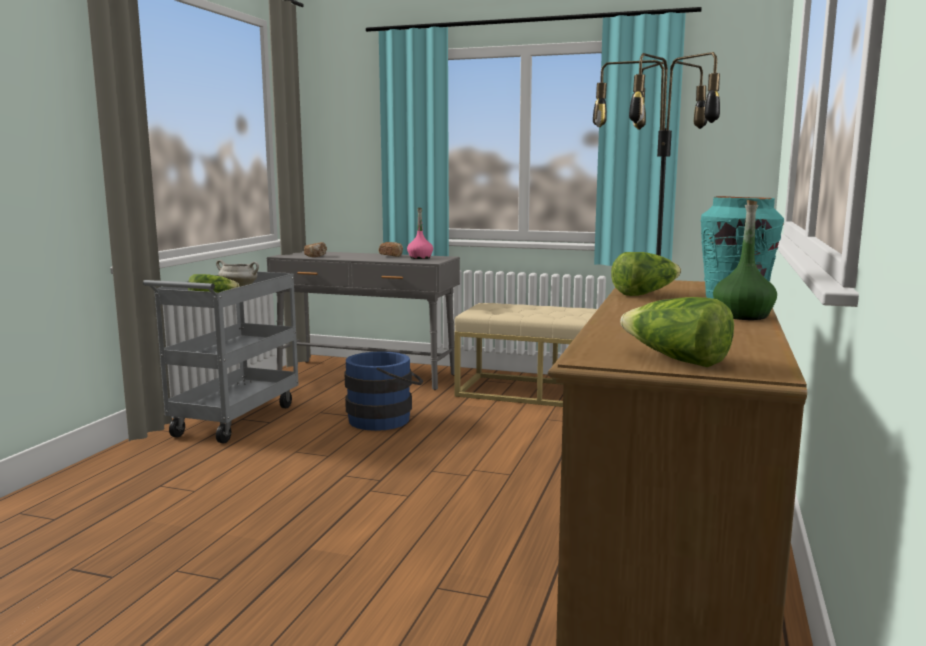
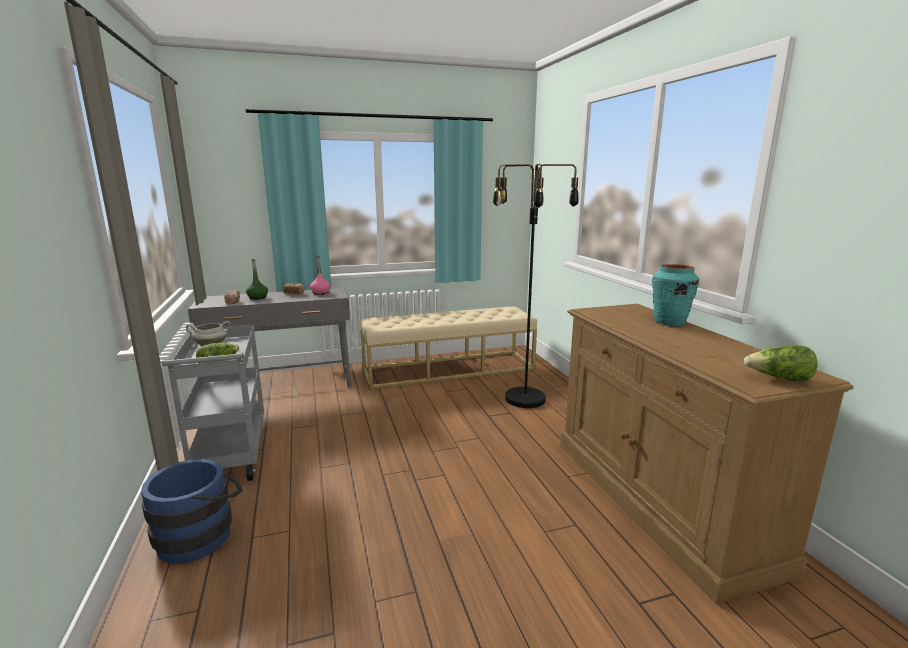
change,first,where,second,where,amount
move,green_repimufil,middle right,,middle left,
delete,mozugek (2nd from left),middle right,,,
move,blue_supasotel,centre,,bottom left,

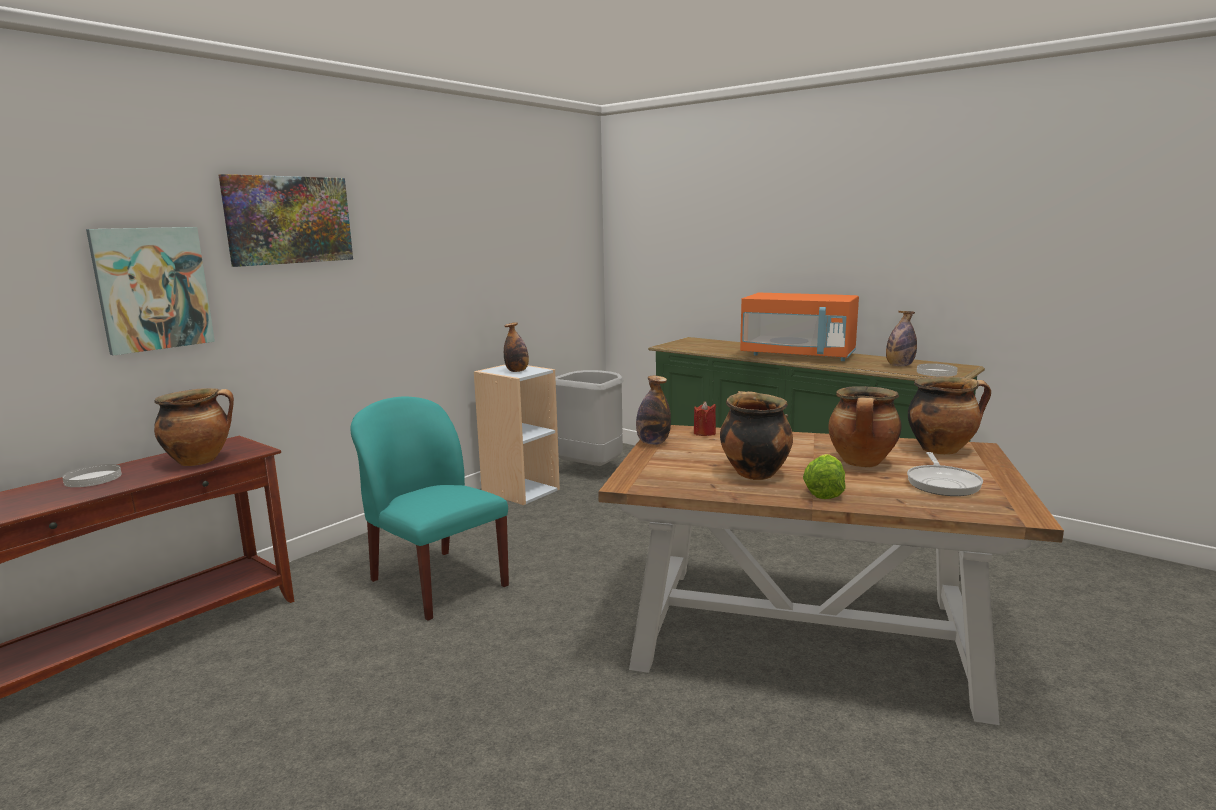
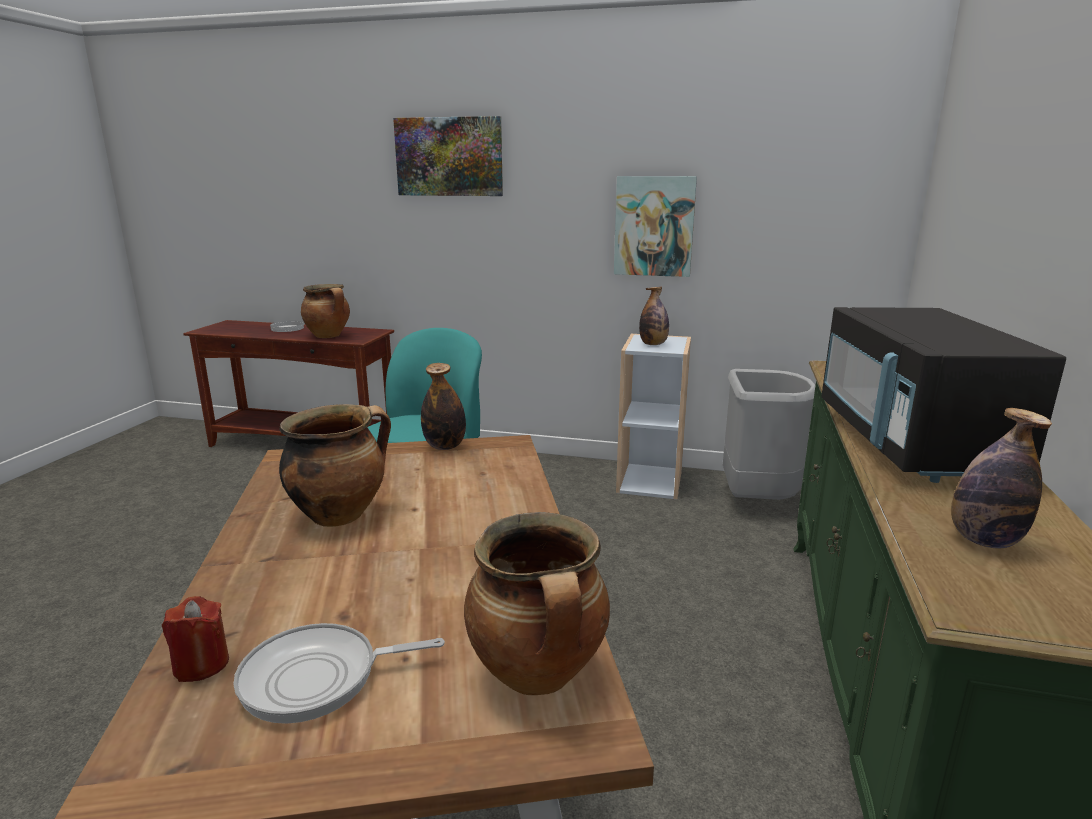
change,first,where,second,where,amount
move,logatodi (1st from left in the first image),middle left,logatodi (2nd from left),top centre,
recolor,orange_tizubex,centre,black_tizubex,middle right,
delete,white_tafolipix (2nd from left),middle right,,,
delete,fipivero (3rd from left),middle right,,,
move,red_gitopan,centre,,bottom left,
delete,mozugek,middle right,,,

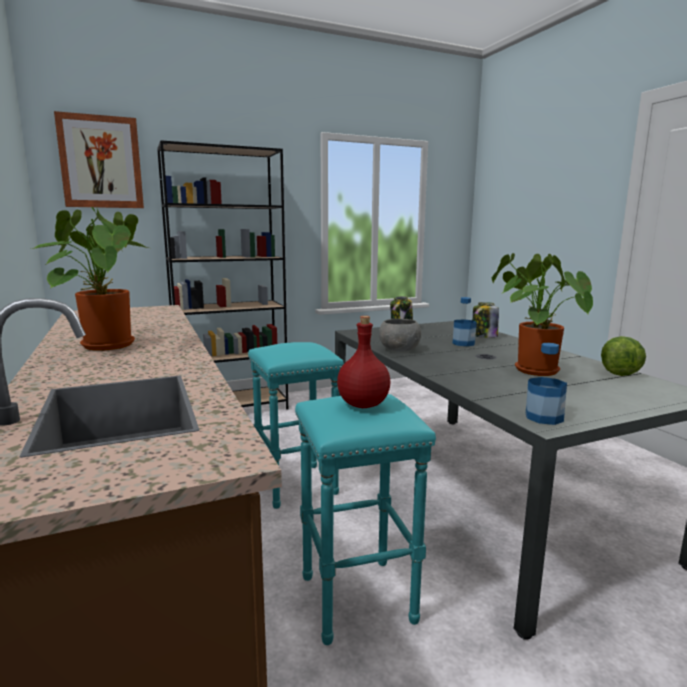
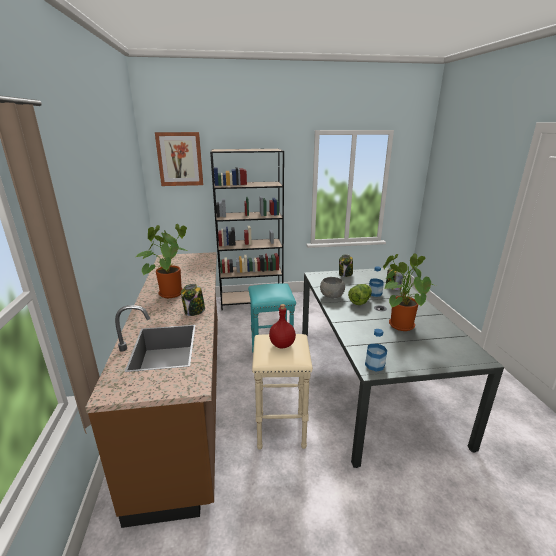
change,first,where,second,where,amount
move,mozugek,middle right,,centre,
recolor,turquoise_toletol (2nd from left),bottom centre,beige_toletol,bottom centre,
insert,,,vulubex (1st from left),centre,

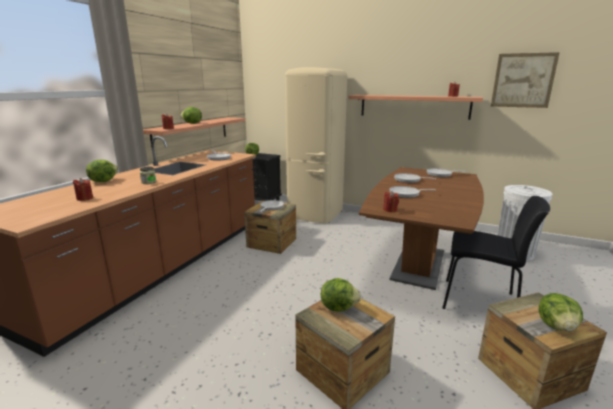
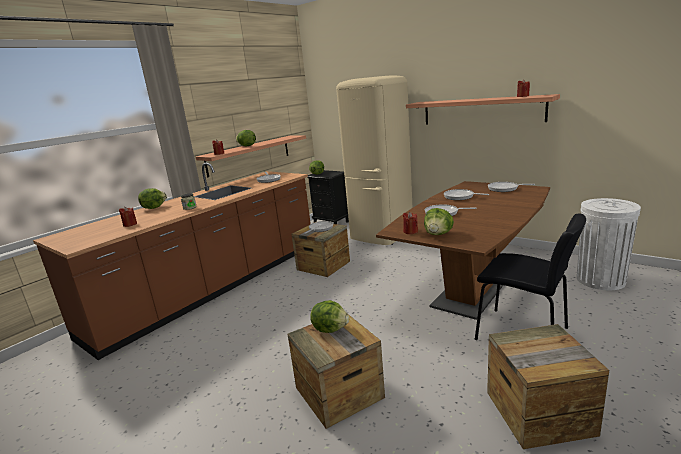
change,first,where,second,where,amount
delete,logatodi,top right,,,
move,mozugek (5th from left),bottom right,,centre,

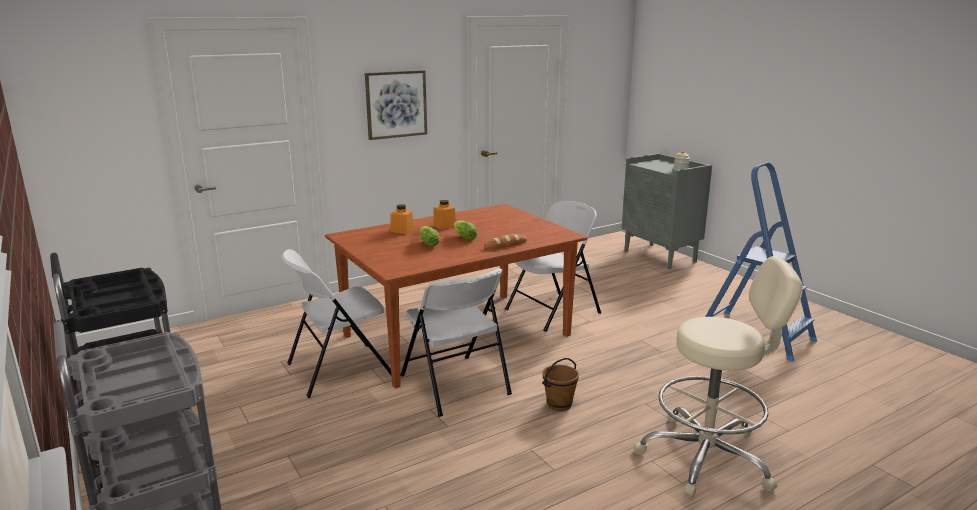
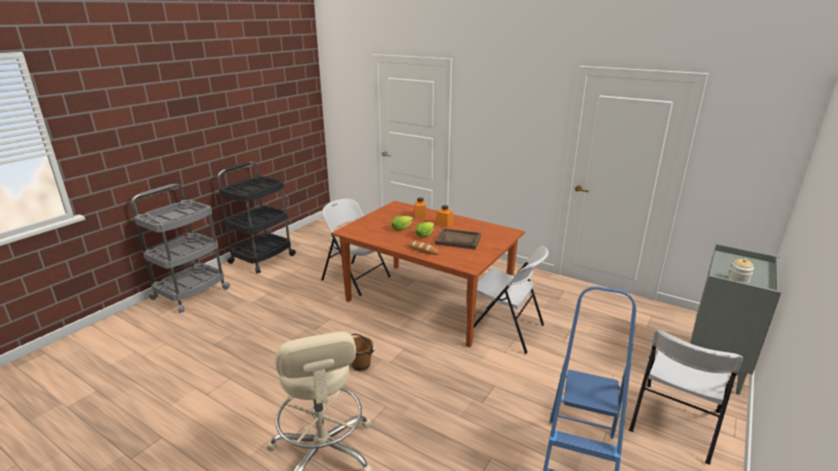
change,first,where,second,where,amount
delete,logatodi,top centre,,,
move,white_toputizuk (2nd from left in the first image),bottom centre,white_toputizuk (3rd from left),bottom right,
insert,,,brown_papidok,centre,

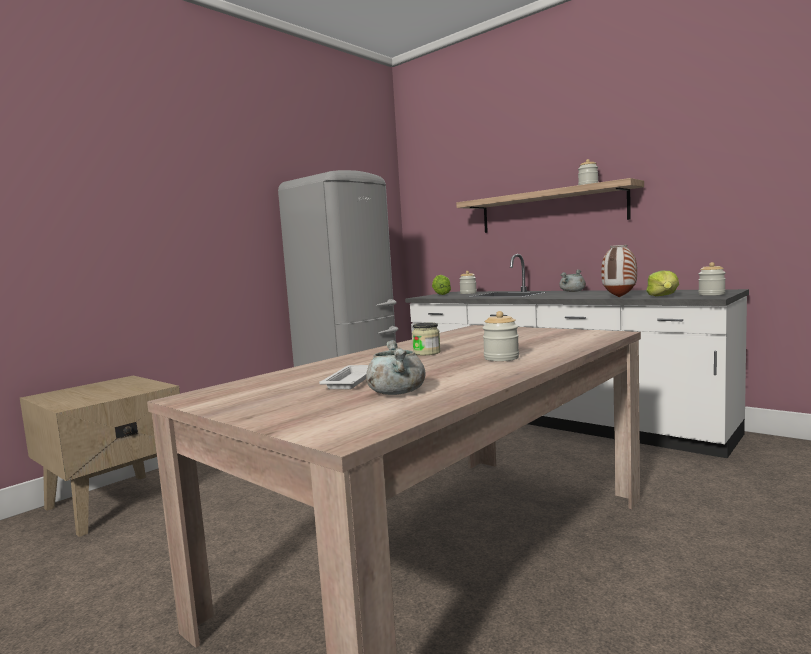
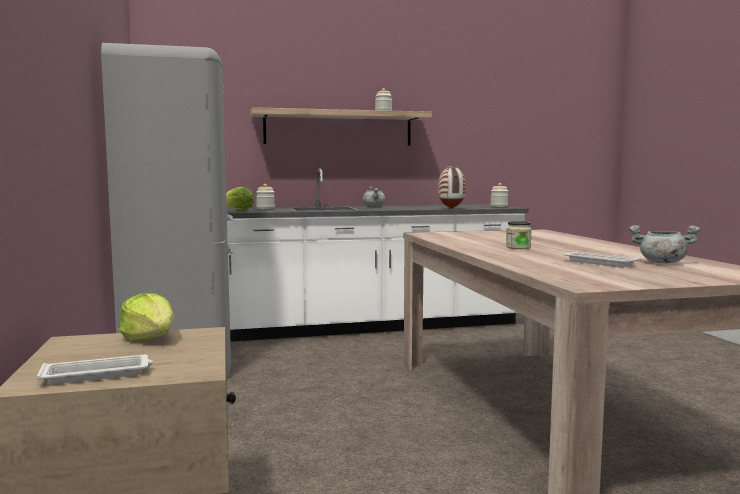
change,first,where,second,where,amount
move,mozugek (2nd from left in the first image),middle right,mozugek (1st from left),middle left,
delete,vulubex (3rd from left),centre,,,
insert,,,white_papidok (1st from left),bottom left,

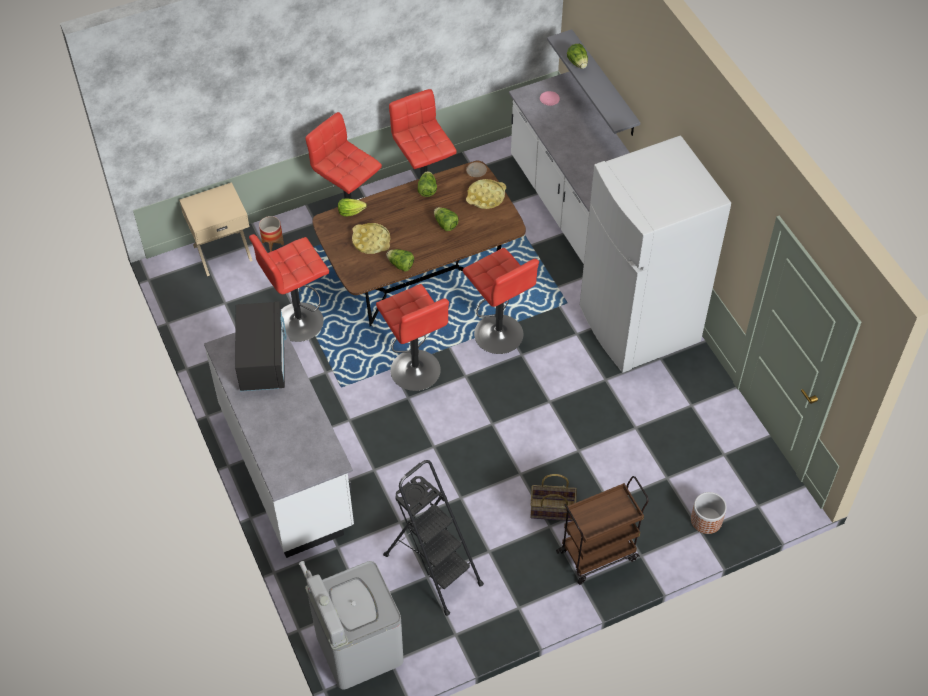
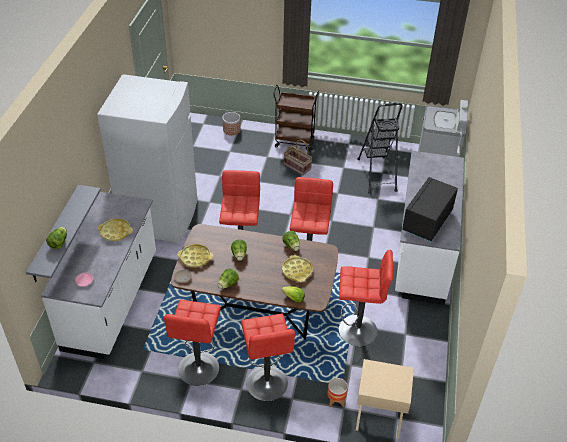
change,first,where,second,where,amount
insert,,,yellow_papidok (1st from left),middle left,

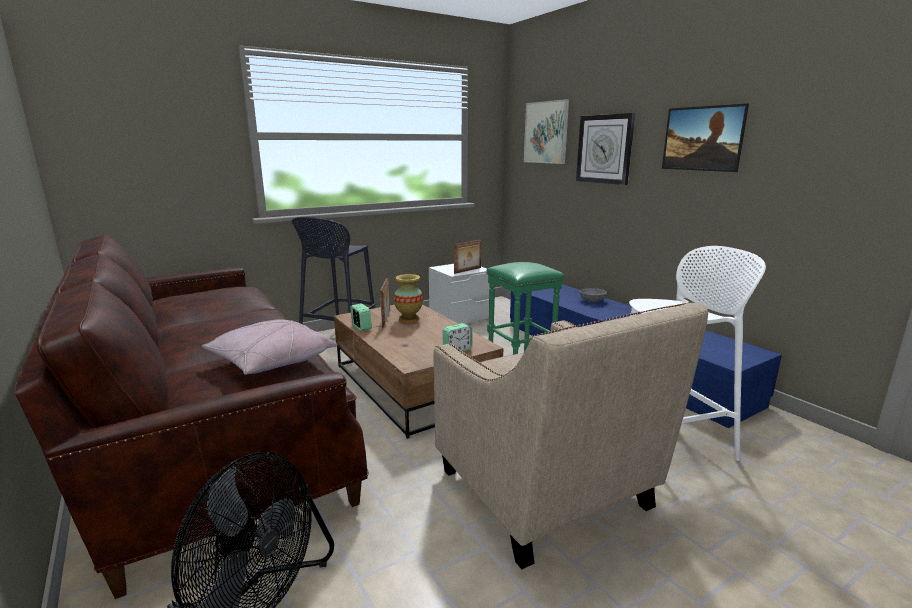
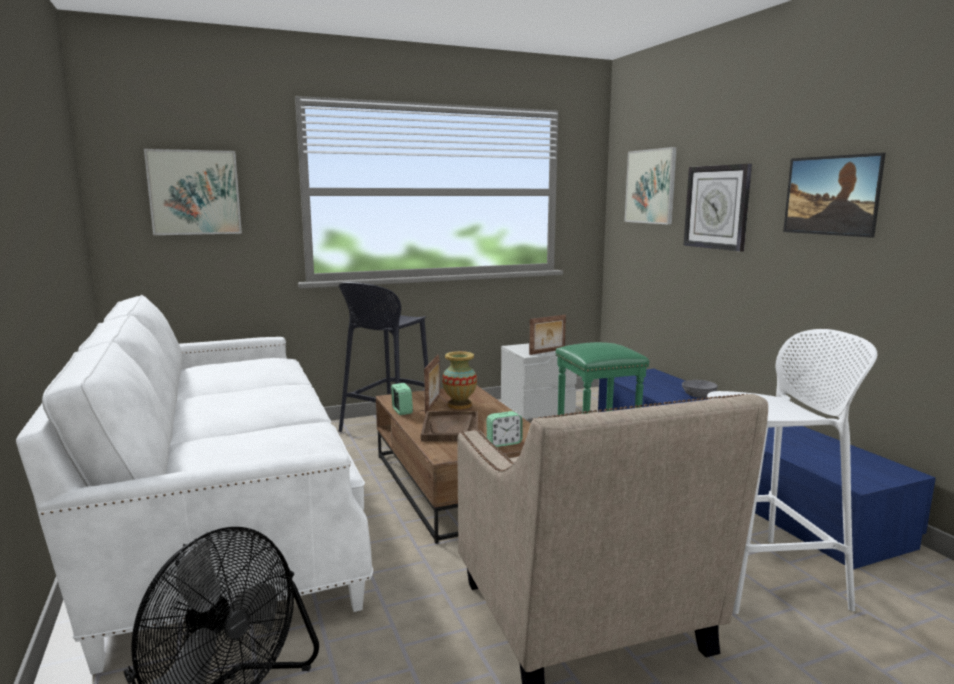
change,first,where,second,where,amount
recolor,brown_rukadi,bottom left,white_rukadi,bottom left,
delete,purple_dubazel,middle left,,,
insert,,,logatodi (1st from left),top left,
insert,,,brown_papidok,centre,

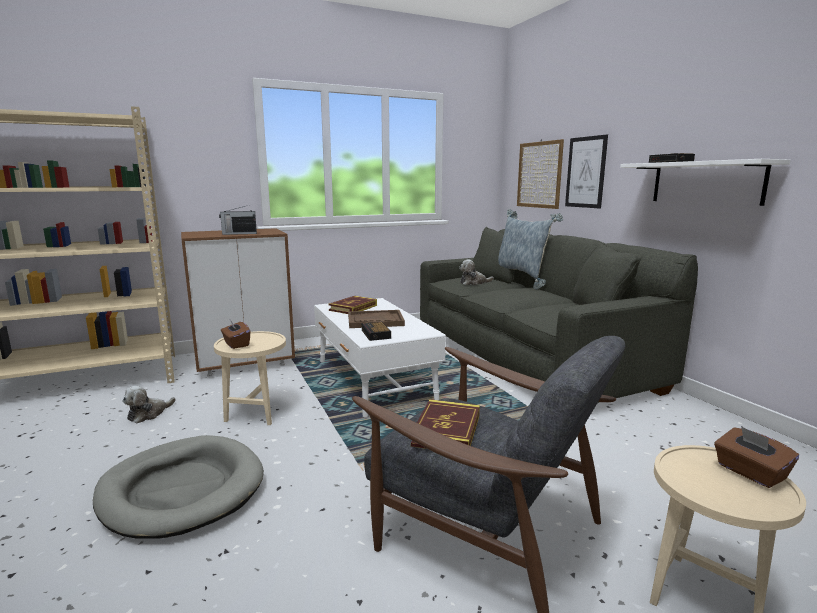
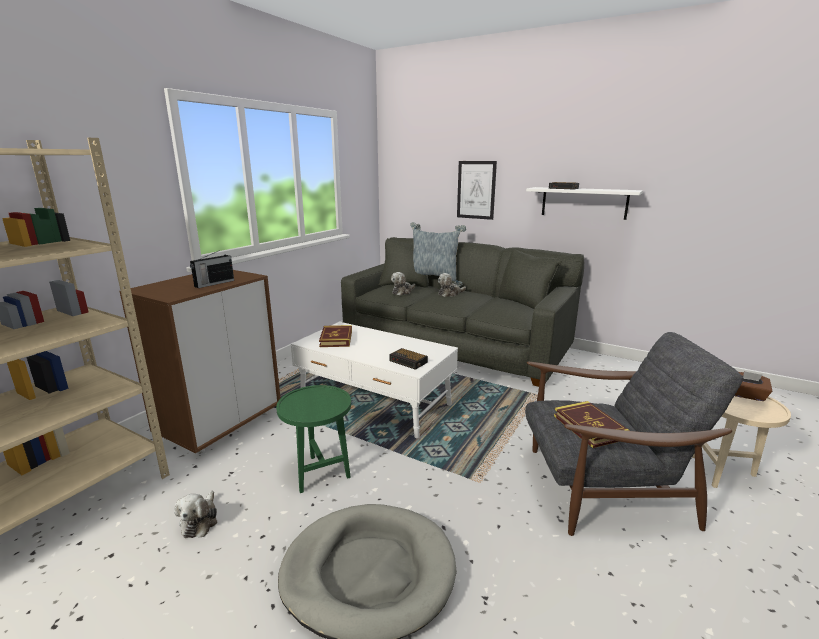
change,first,where,second,where,amount
delete,logatodi (1st from left),top centre,,,
delete,brown_papidok,centre,,,
delete,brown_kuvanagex (1st from left),middle left,,,
recolor,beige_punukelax (1st from left),middle left,green_punukelax,bottom centre,
insert,,,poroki (3rd from left),centre,

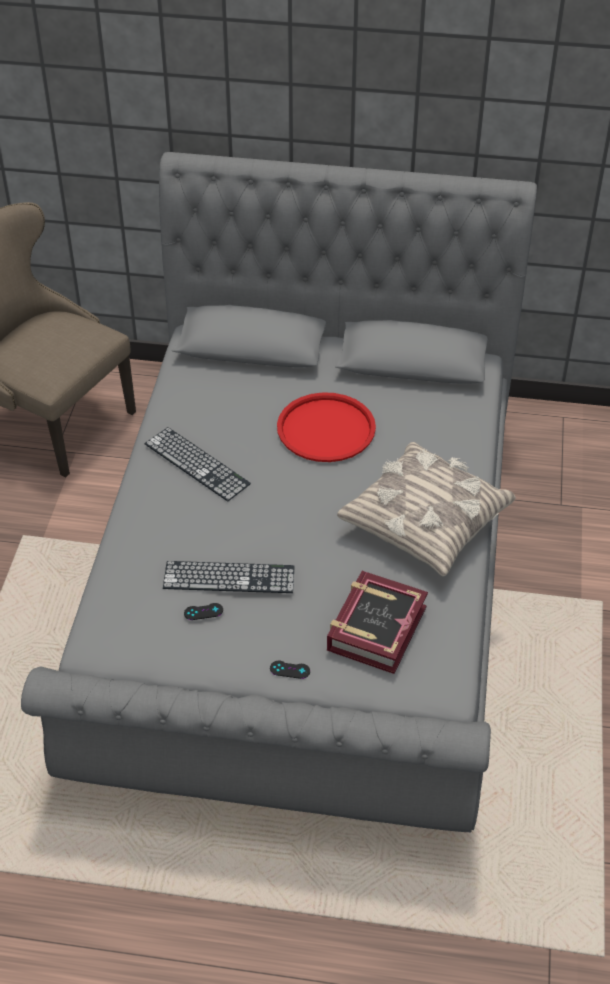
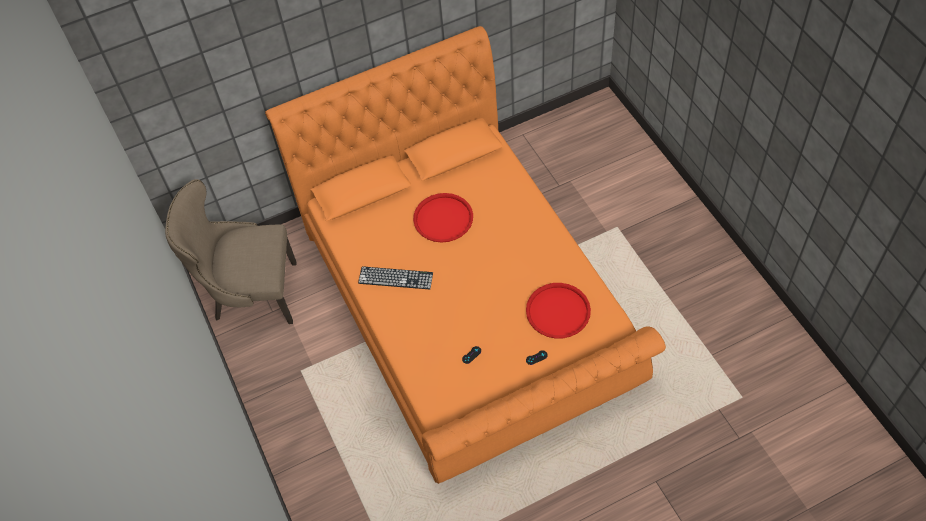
change,first,where,second,where,amount
recolor,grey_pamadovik,centre,orange_pamadovik,centre,
delete,beige_dubazel,middle right,,,
delete,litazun (2nd from left),centre,,,
replace,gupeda,centre,red_papidok (2nd from left),centre,

